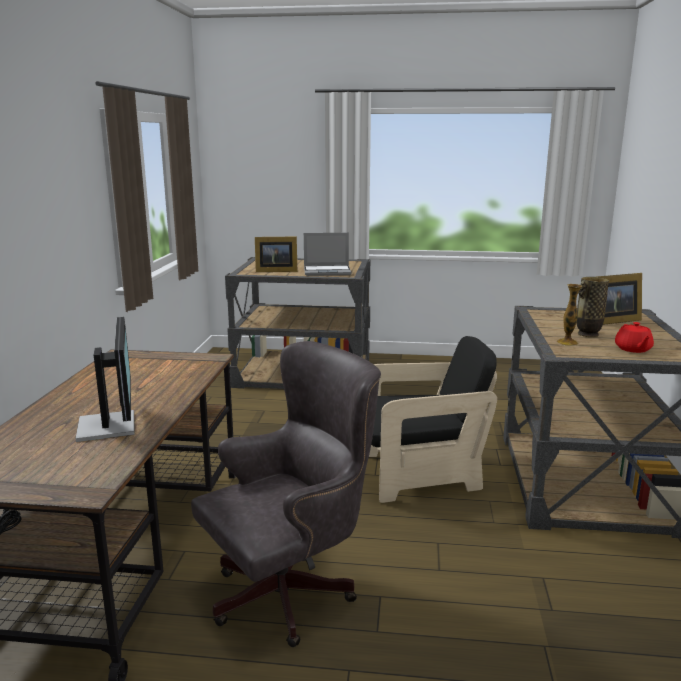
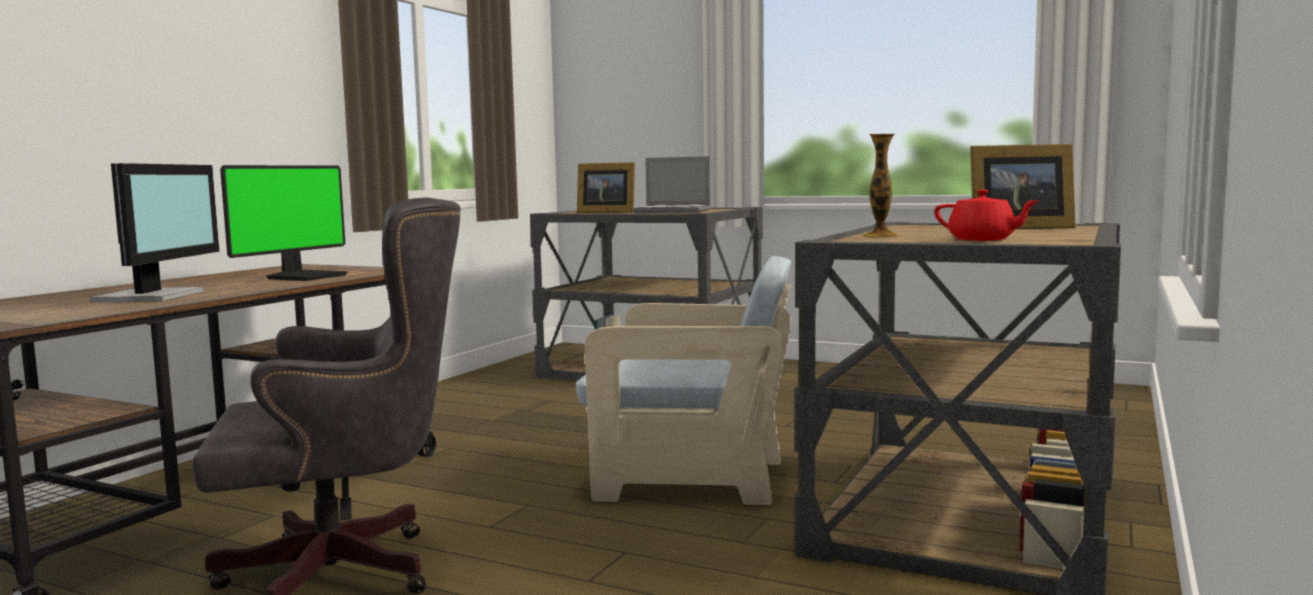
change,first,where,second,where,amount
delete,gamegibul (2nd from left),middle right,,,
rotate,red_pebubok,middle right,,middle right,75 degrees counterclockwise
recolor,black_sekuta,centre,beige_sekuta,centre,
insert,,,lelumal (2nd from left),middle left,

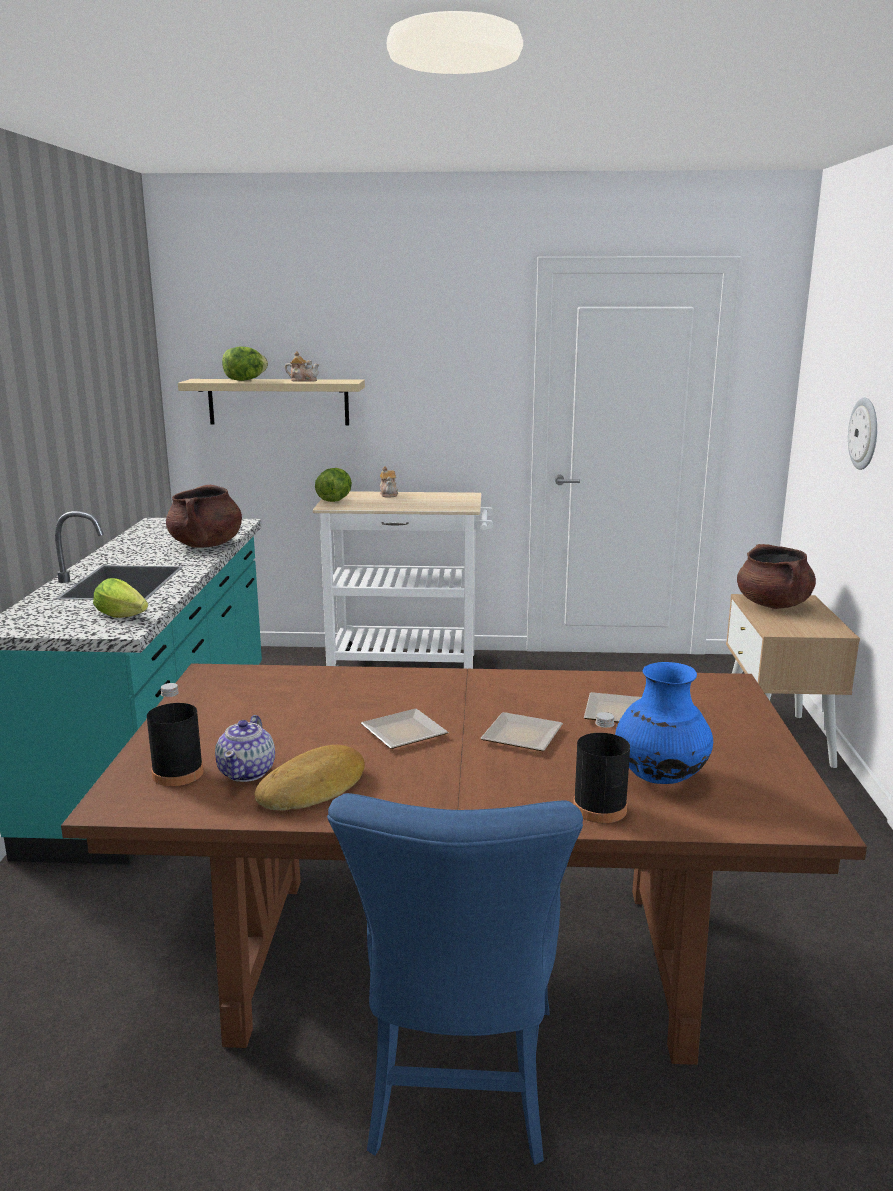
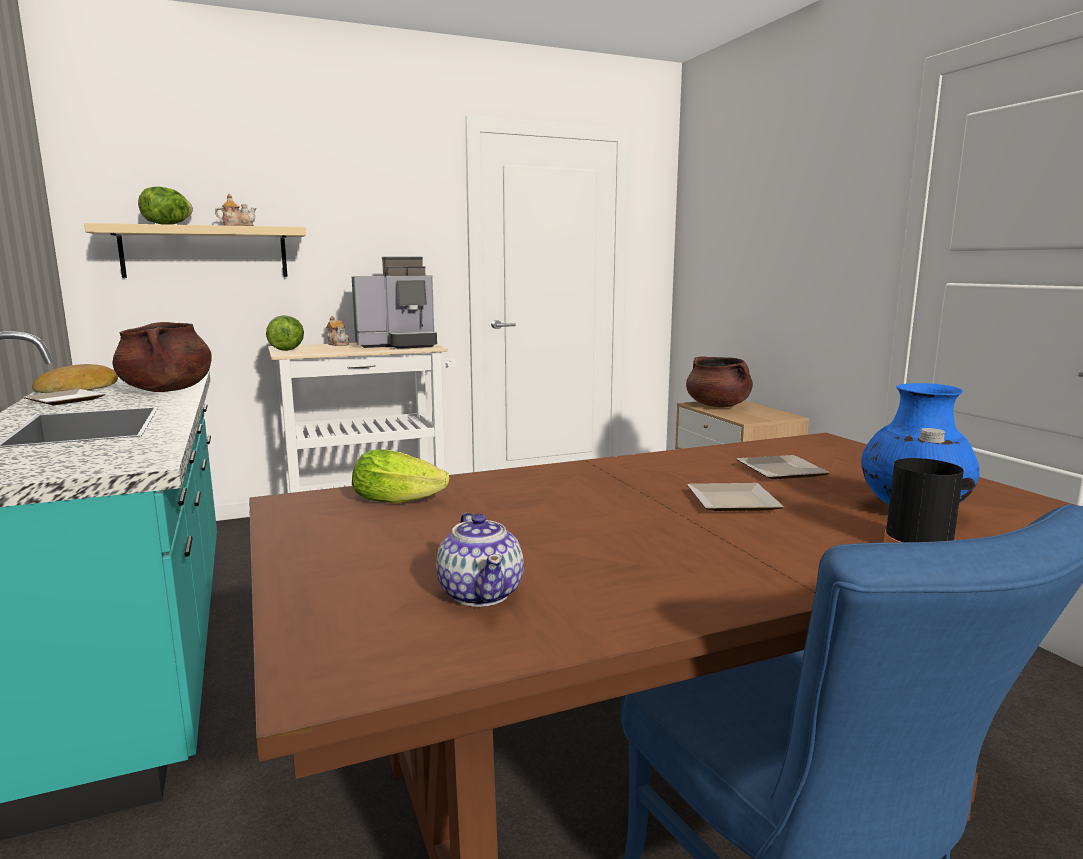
change,first,where,second,where,amount
delete,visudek,middle right,,,
move,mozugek (1st from left in the first image),middle left,mozugek (3rd from left),centre,
delete,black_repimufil (1st from left),middle left,,,
move,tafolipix (1st from left),centre,,middle left,
move,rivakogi,centre,,middle left,
insert,,,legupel,centre,

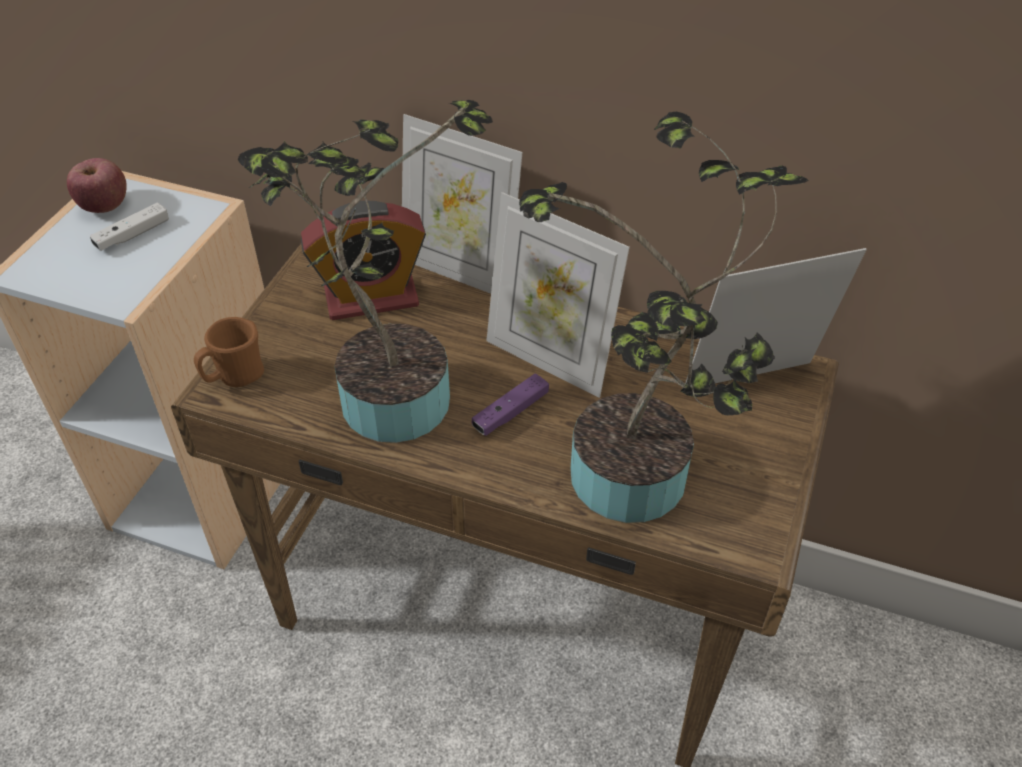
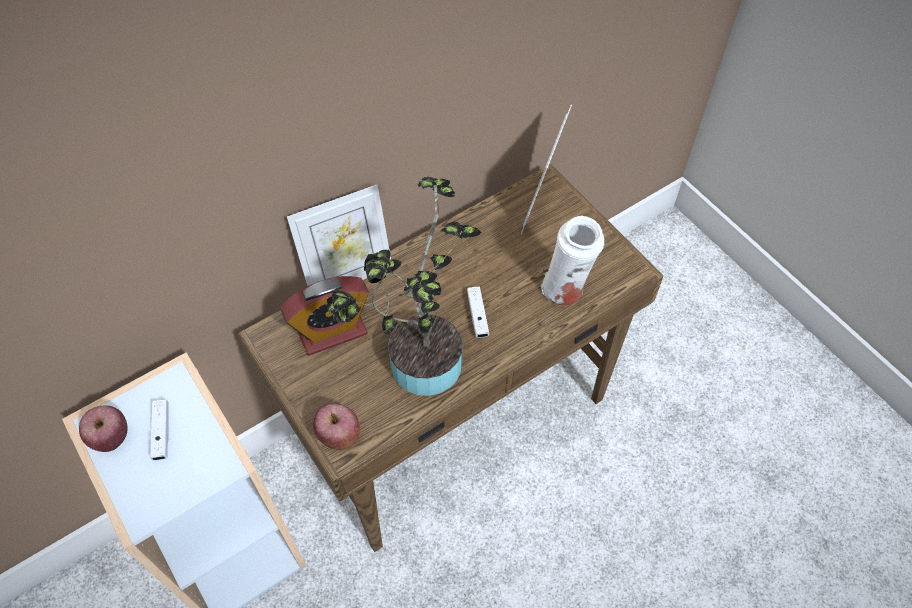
change,first,where,second,where,amount
replace,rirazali (2nd from left),centre,white_gamegibul,centre,
delete,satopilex (2nd from left),centre,,,
rotate,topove,centre,,centre,45 degrees clockwise
replace,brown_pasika,middle left,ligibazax (2nd from left),bottom centre,
recolor,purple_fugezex,centre,white_fugezex (2nd from left),centre,

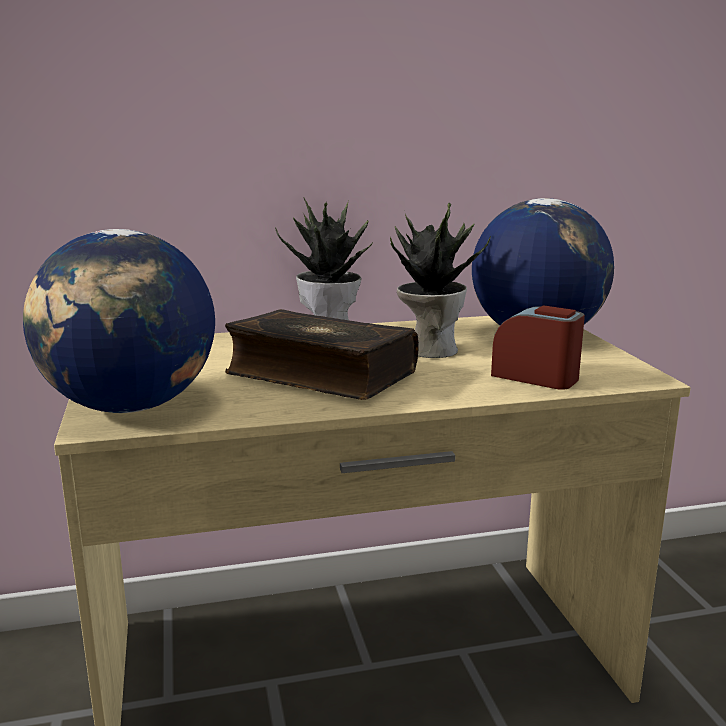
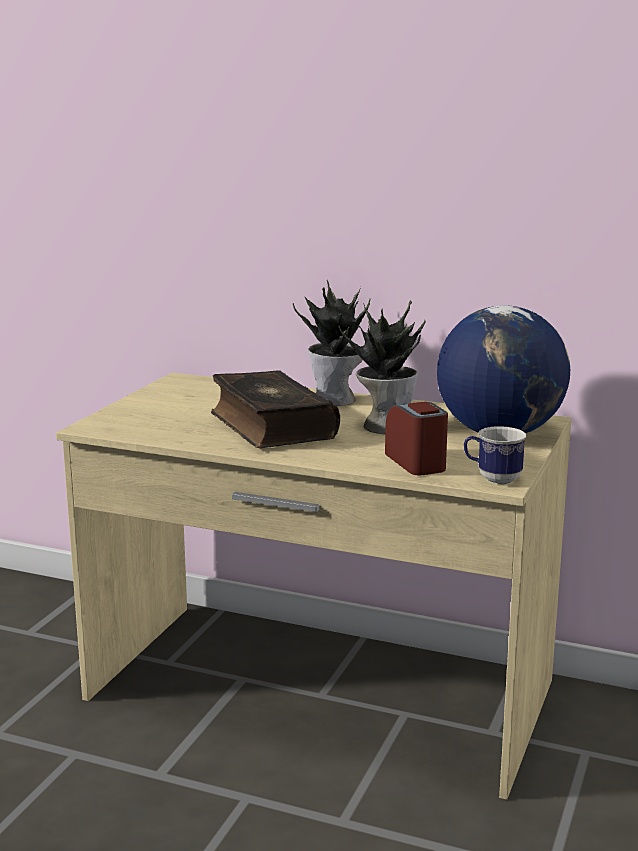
change,first,where,second,where,amount
delete,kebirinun (1st from left),middle left,,,
insert,,,pasika,middle right,

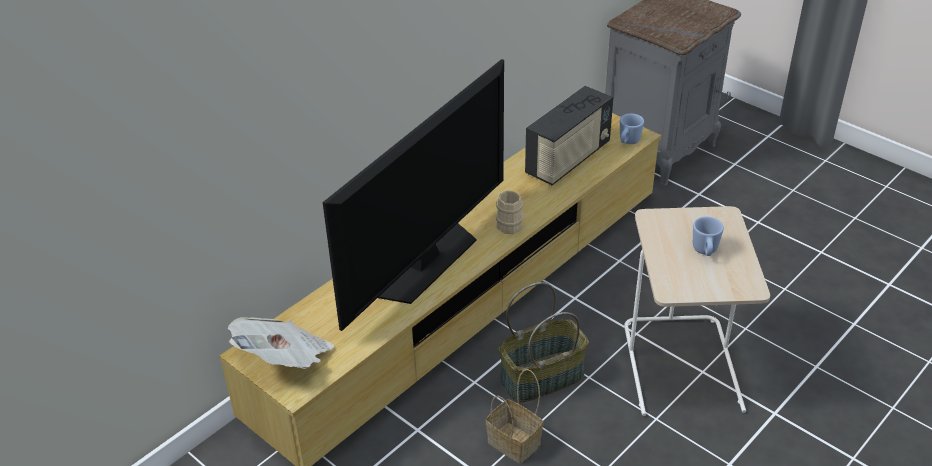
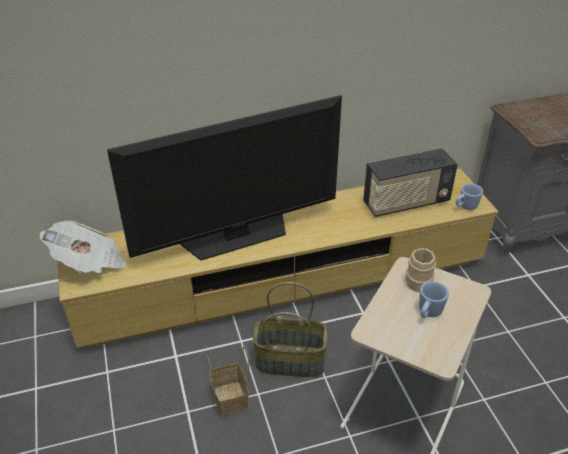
change,first,where,second,where,amount
move,beige_pasika,centre,,middle right,

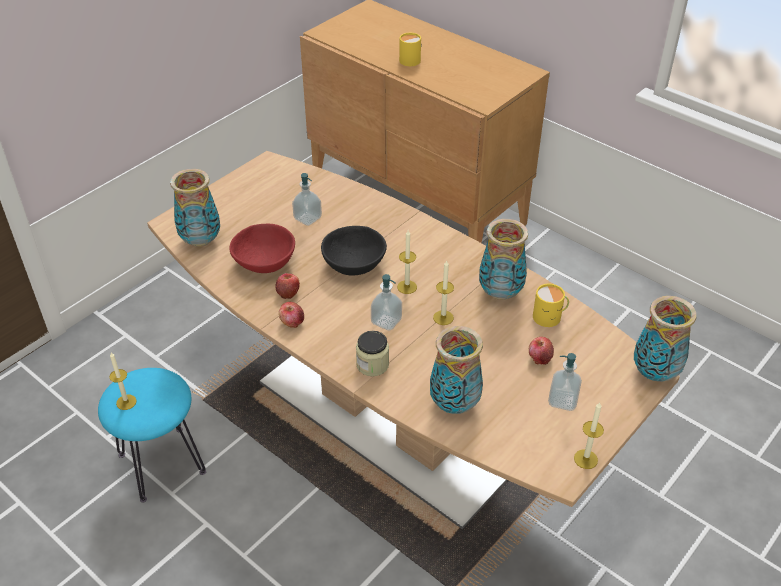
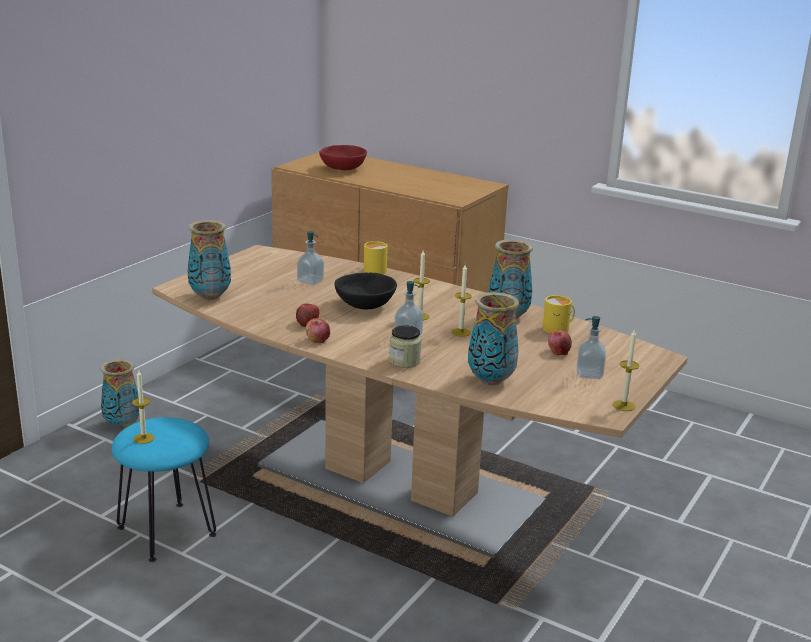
change,first,where,second,where,amount
move,yellow_pasika (1st from left),top centre,,centre,
move,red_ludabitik,centre,,top centre,
move,gamegibul (4th from left in the first image),middle right,gamegibul (1st from left),middle left,

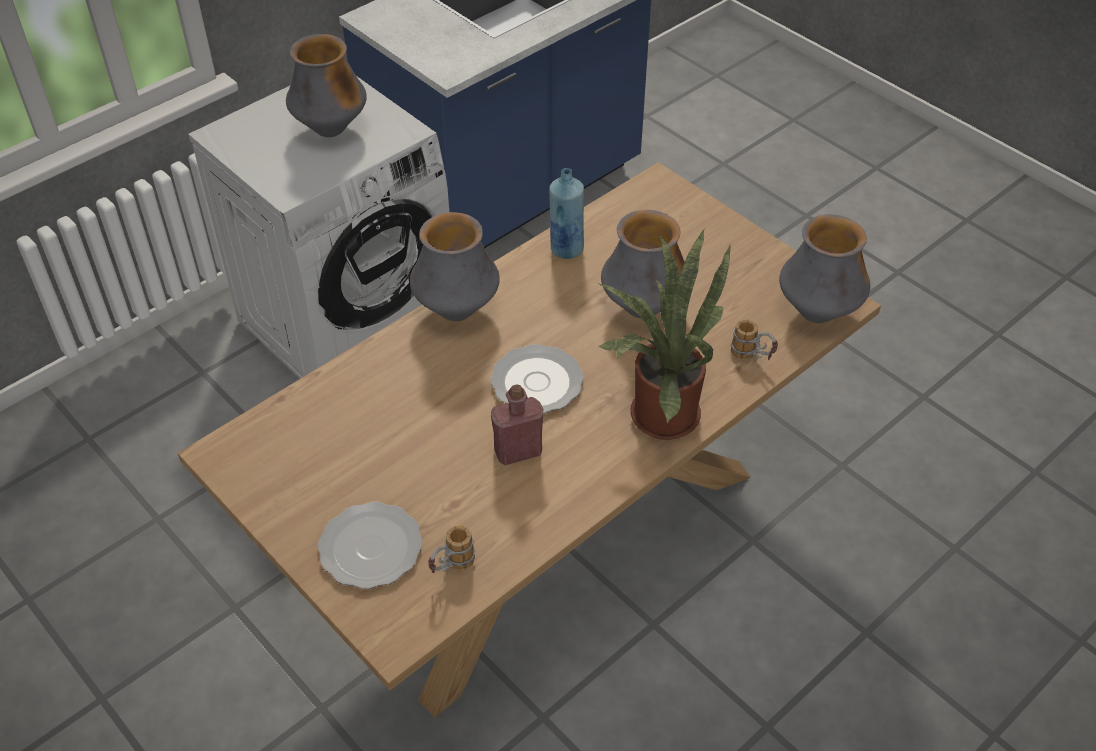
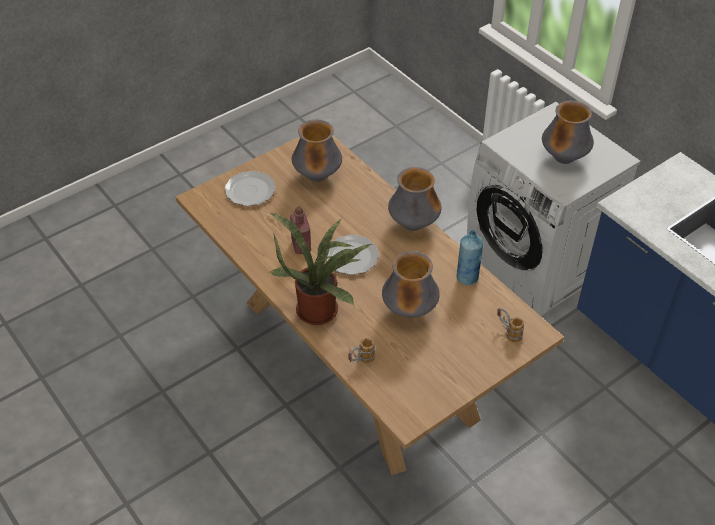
change,first,where,second,where,amount
move,gamegibul (4th from left in the first image),middle right,gamegibul (1st from left),top centre,
move,pasika (1st from left in the first image),bottom centre,pasika (2nd from left),middle right,

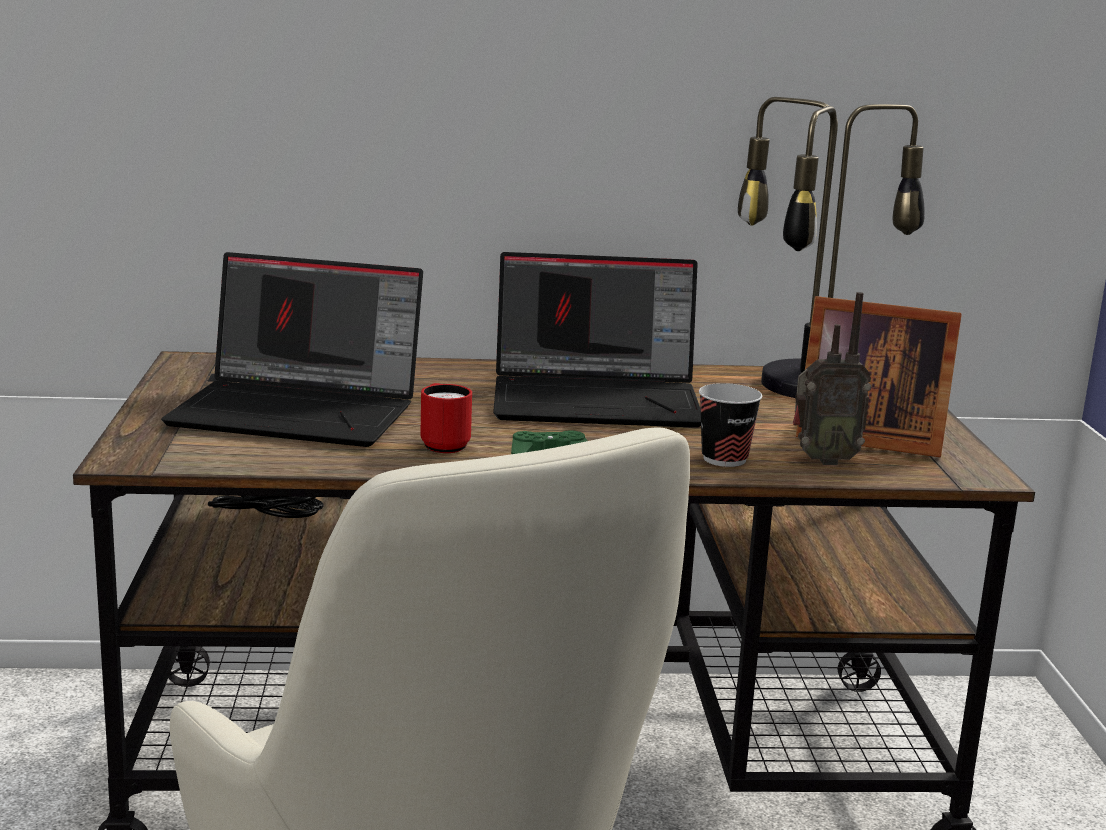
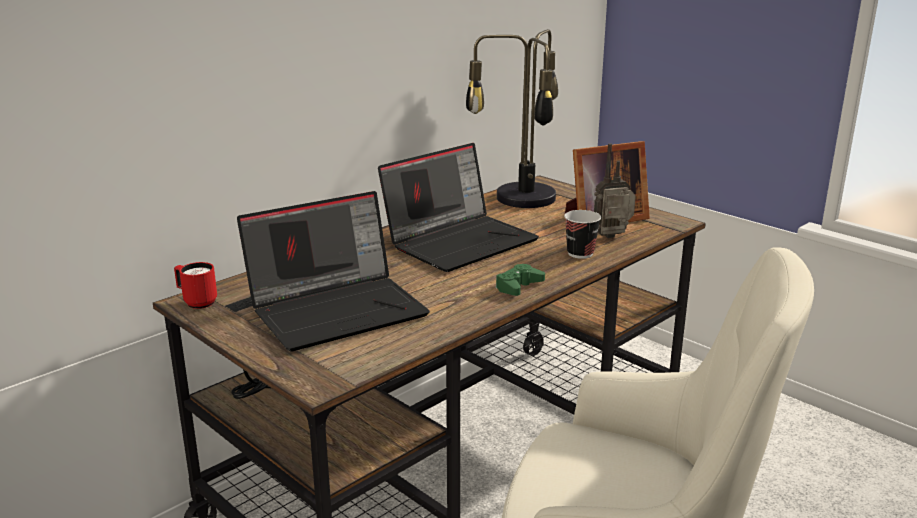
change,first,where,second,where,amount
rotate,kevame,middle right,,middle right,150 degrees counterclockwise
move,red_pasika,centre,,middle left,

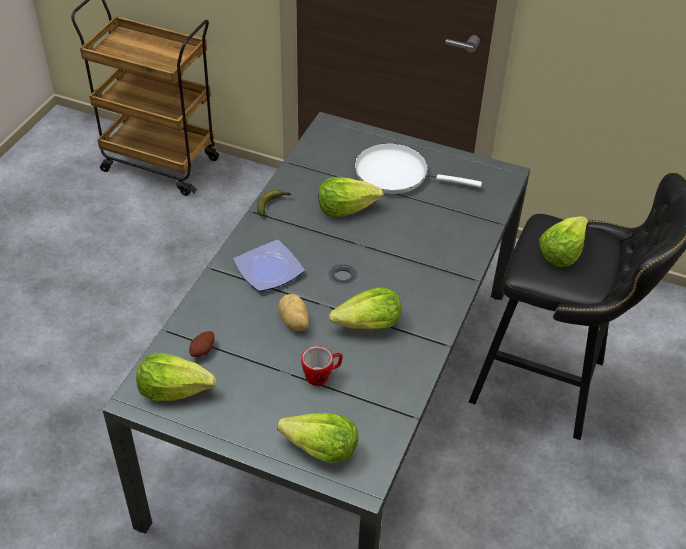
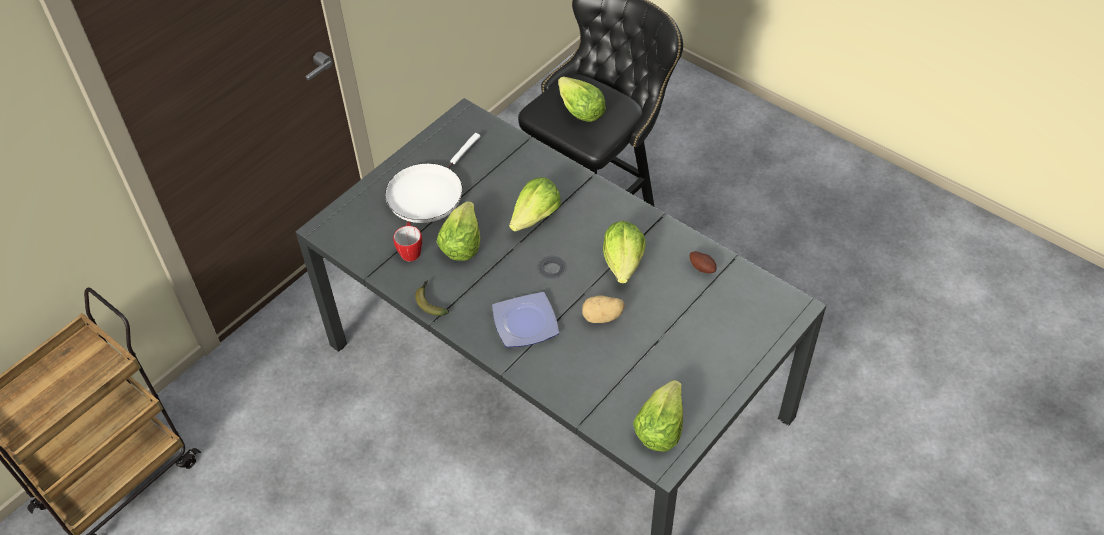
change,first,where,second,where,amount
move,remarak (1st from left in the first image),middle left,remarak (2nd from left),centre,
move,pasika,bottom centre,,centre,
move,mozugek (2nd from left),bottom centre,,centre,

